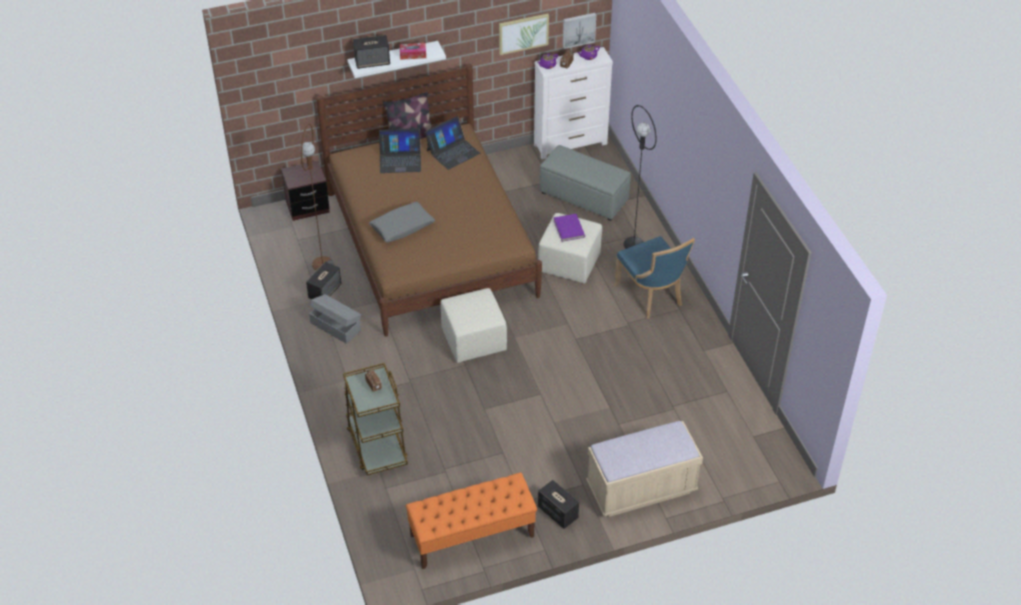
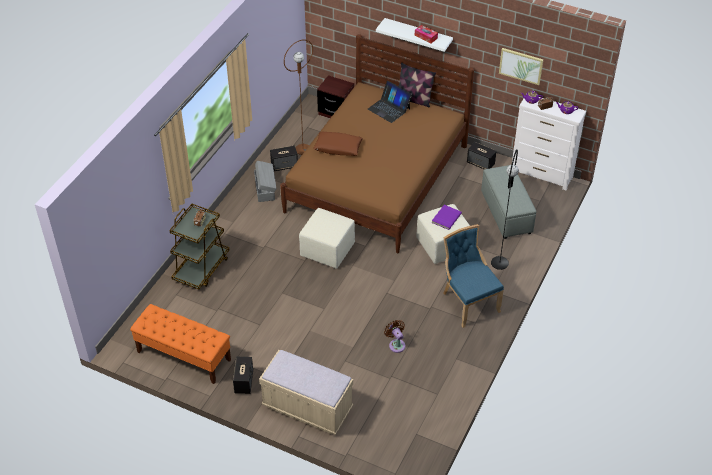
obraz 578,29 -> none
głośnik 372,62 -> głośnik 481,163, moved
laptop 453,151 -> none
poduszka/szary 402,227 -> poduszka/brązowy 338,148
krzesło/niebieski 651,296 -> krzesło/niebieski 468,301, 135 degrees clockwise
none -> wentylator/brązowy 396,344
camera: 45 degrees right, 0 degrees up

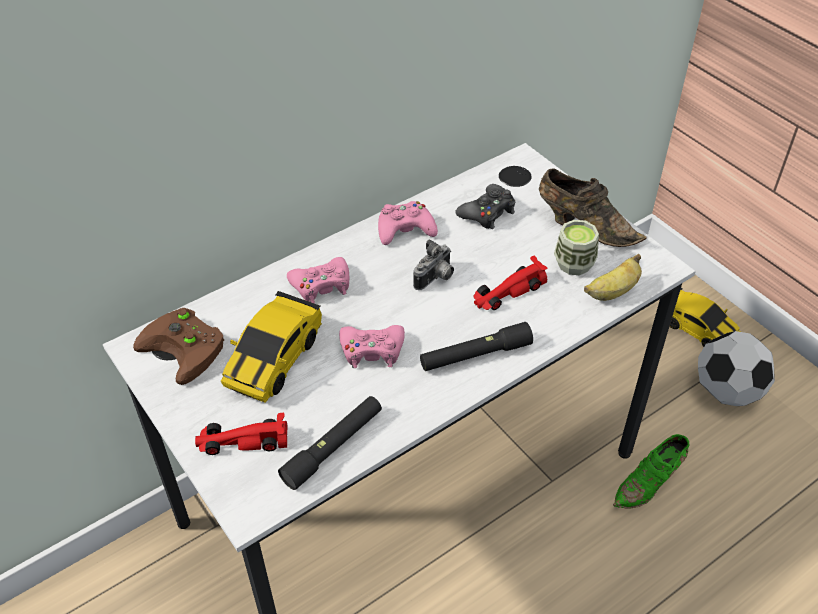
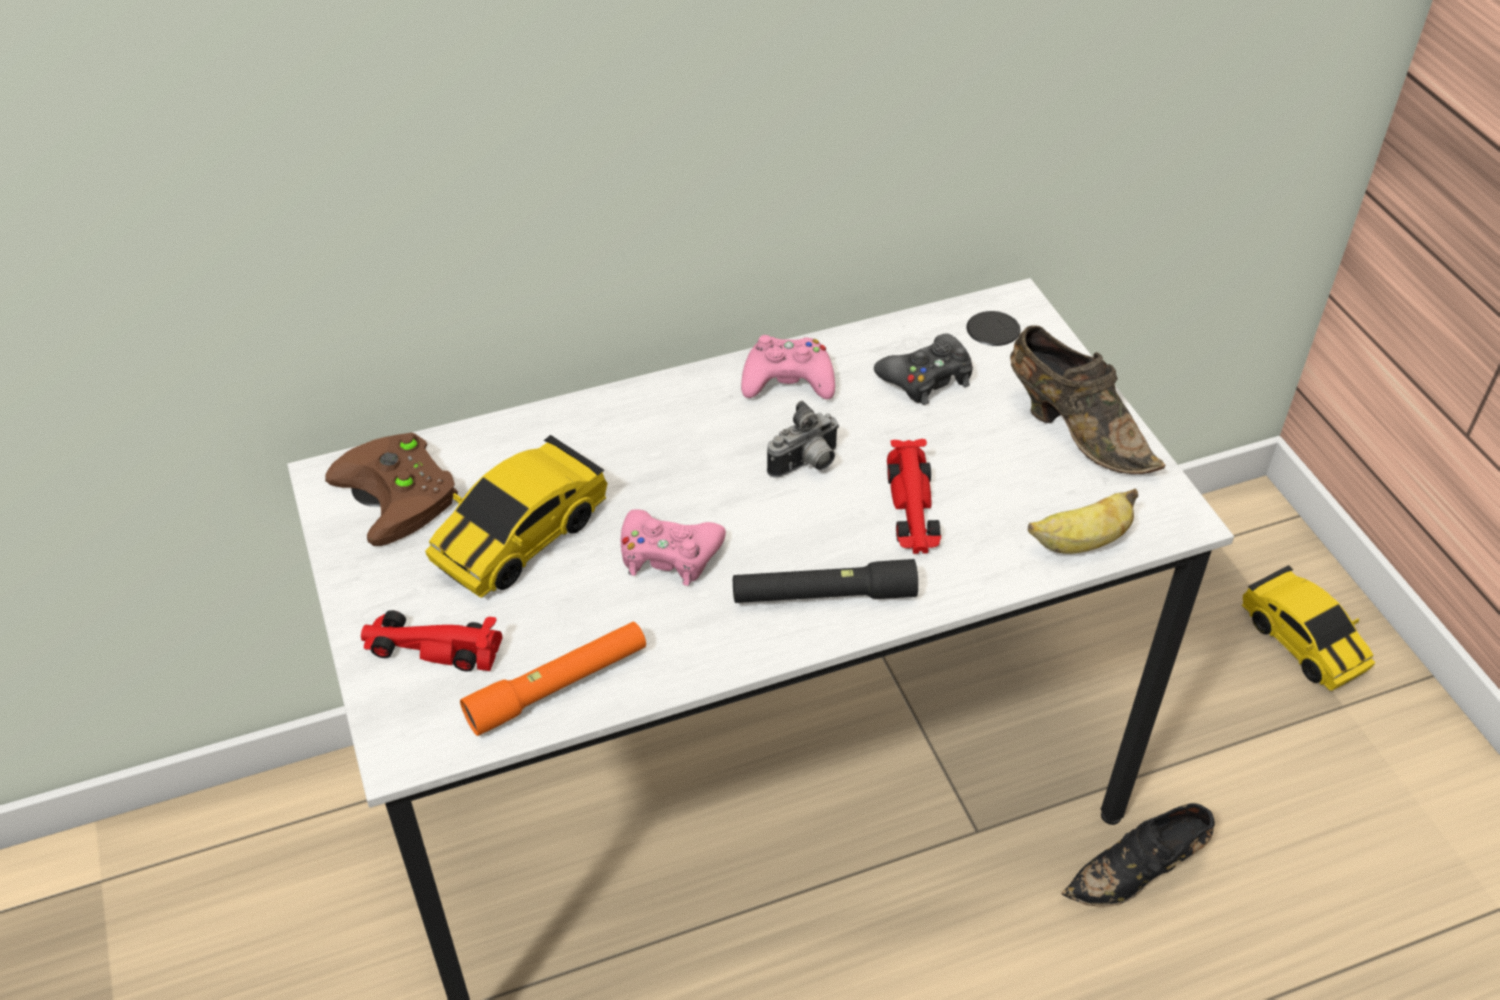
filiżanka 574,264 -> none
samochodzik/czerwony 508,292 -> samochodzik/czerwony 912,508, 75 degrees counterclockwise
pad do gier/różowy 321,285 -> none
piłka futbolowa 726,391 -> none
latarka/czarny 333,447 -> latarka/pomarańczowy 558,686
but/zielony 649,483 -> but/czarny 1137,874
camera: 15 degrees right, 0 degrees up

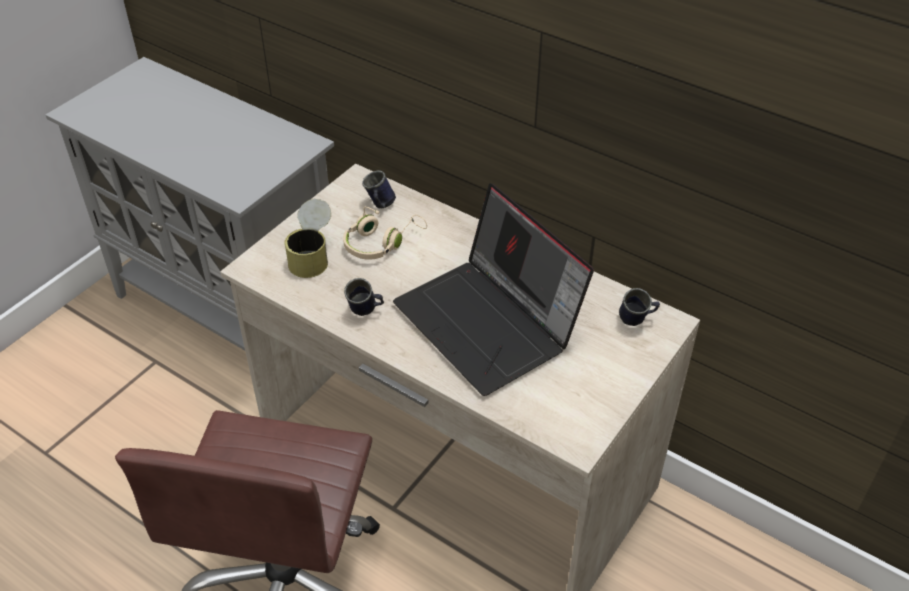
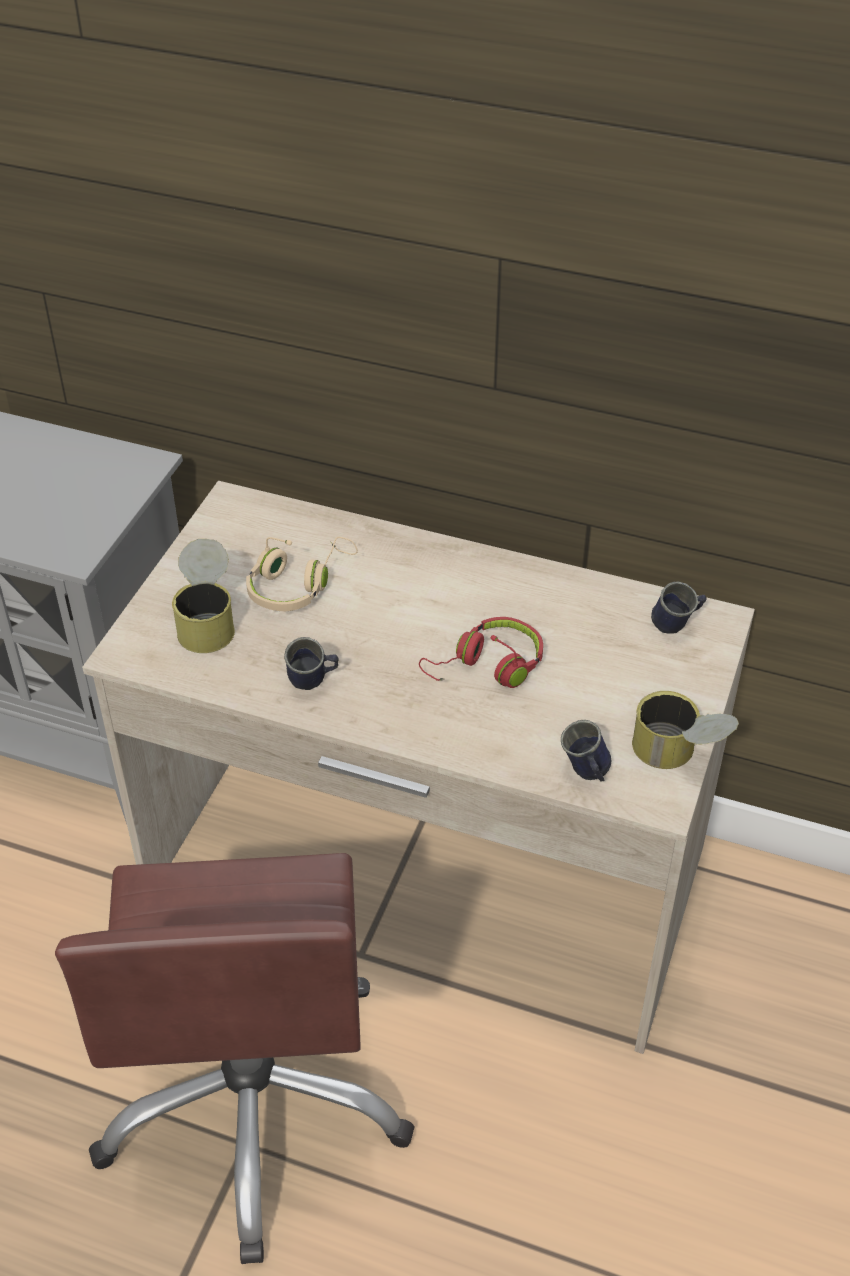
kubek/niebieski 380,206 -> kubek/niebieski 586,775, moved
laptop 490,324 -> słuchawki/czerwony 487,667
none -> puszka 678,755
camera: 15 degrees left, 0 degrees up

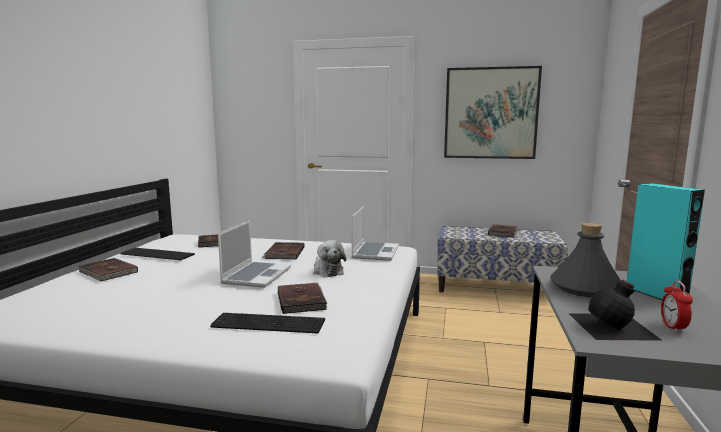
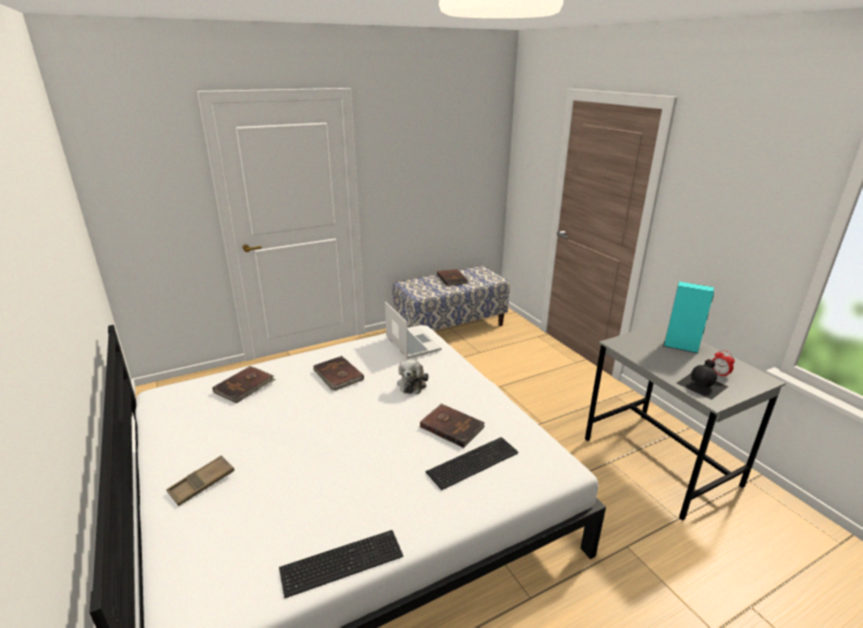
obraz 490,113 -> none
laptop 256,275 -> none
butelka/szary 585,288 -> none
pluszak 327,271 -> pluszak 412,383, 75 degrees clockwise
klawiatura 157,254 -> klawiatura 339,561, moved
książka/brązowy 107,272 -> taca/brązowy 202,483
camera: 40 degrees left, 15 degrees up

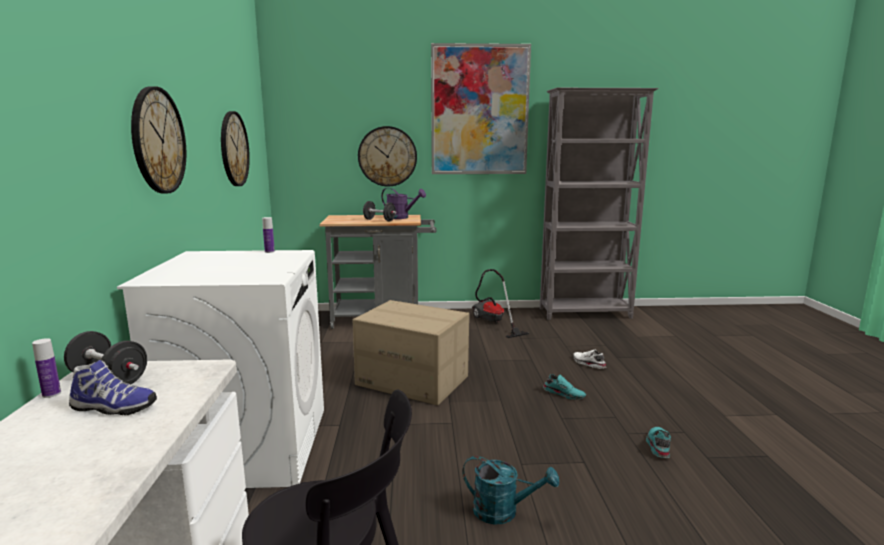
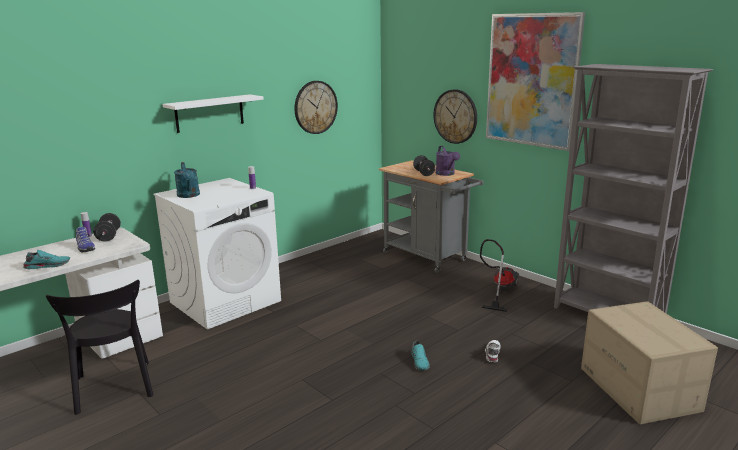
zegar ścienny 158,141 -> półka/biały 209,113
karton 413,380 -> karton 639,389, moved
but/turkusowy 657,446 -> but/turkusowy 48,265, moved
konewka/turkusowy 503,511 -> konewka/turkusowy 189,196, moved
camera: 50 degrees right, 5 degrees up

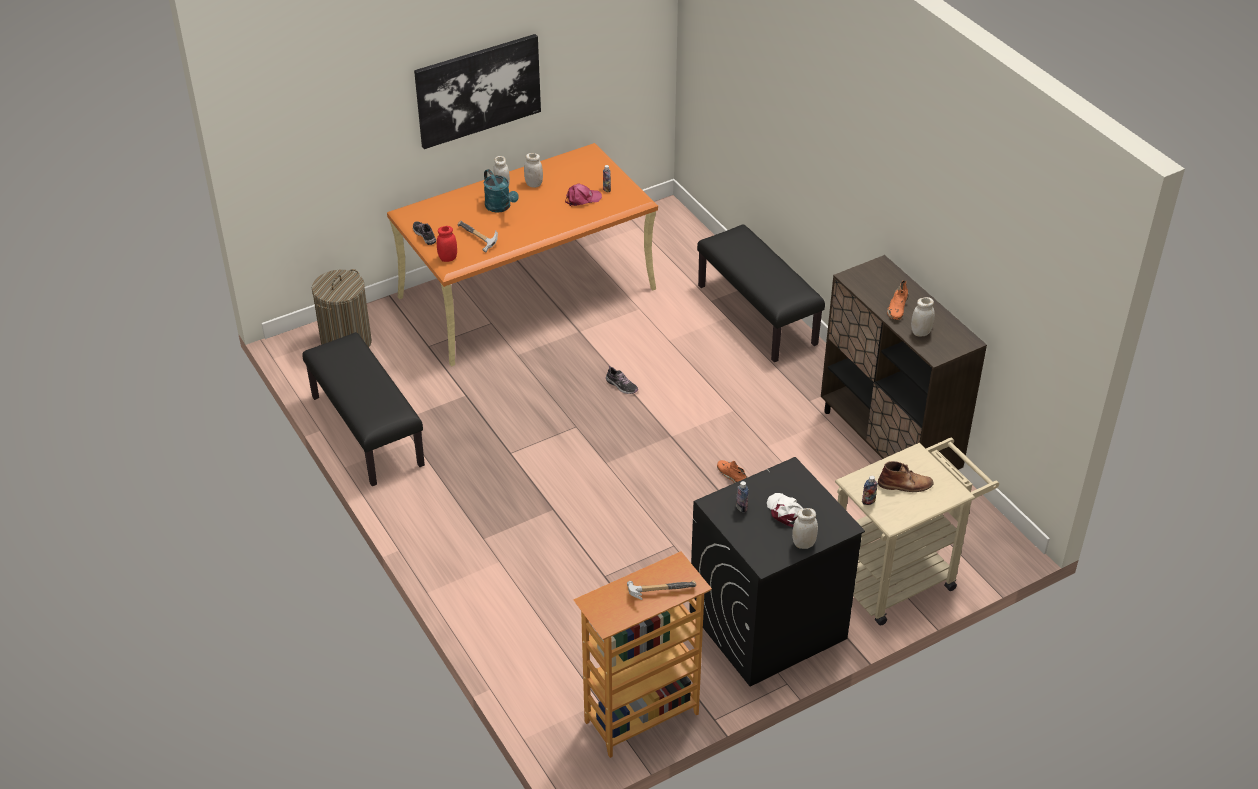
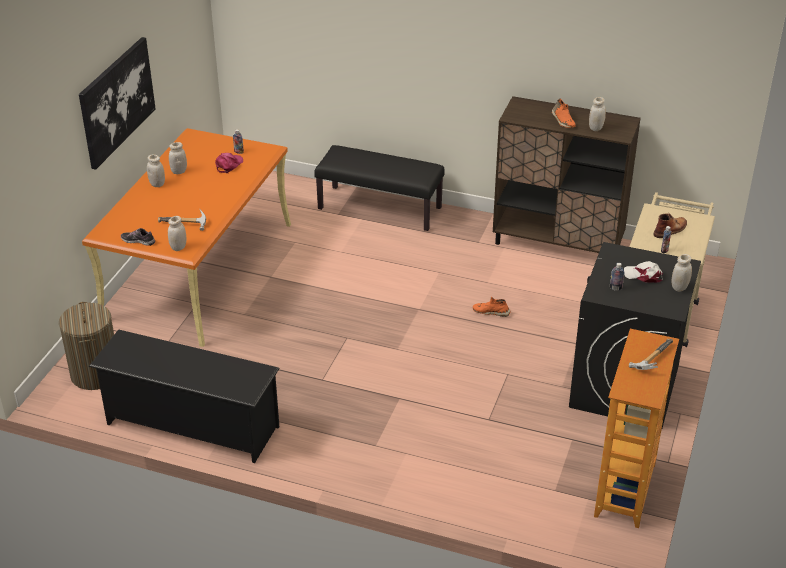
konewka/turkusowy 500,207 -> none
słoik/czerwony 448,258 -> słoik/biały 178,247
ławka/czarny 366,431 -> regał na buty/czarny 191,425
but 621,385 -> none
camera: 40 degrees left, 5 degrees down

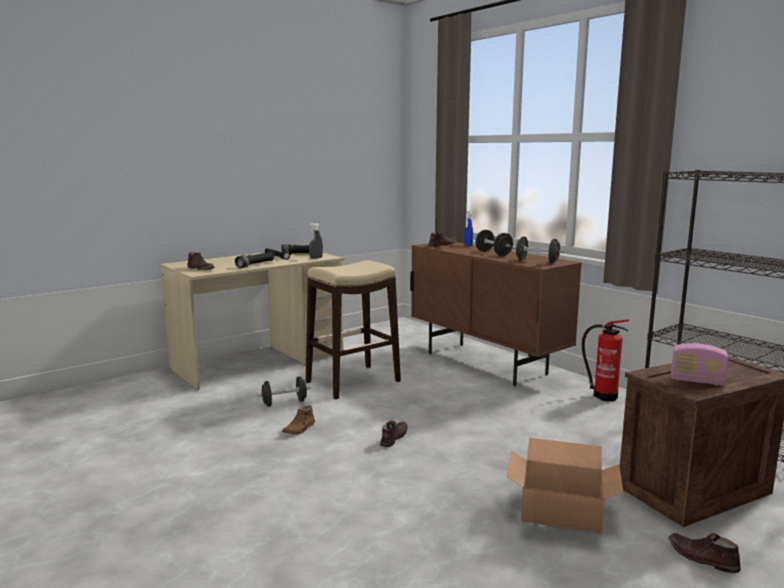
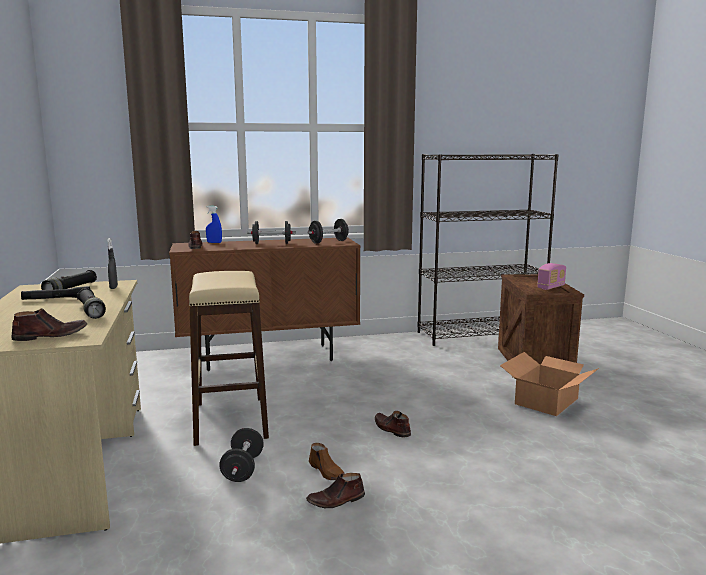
gaśnica 602,396 -> none
but/brązowy 702,558 -> but/brązowy 336,501, moved
camera: 65 degrees left, 0 degrees up

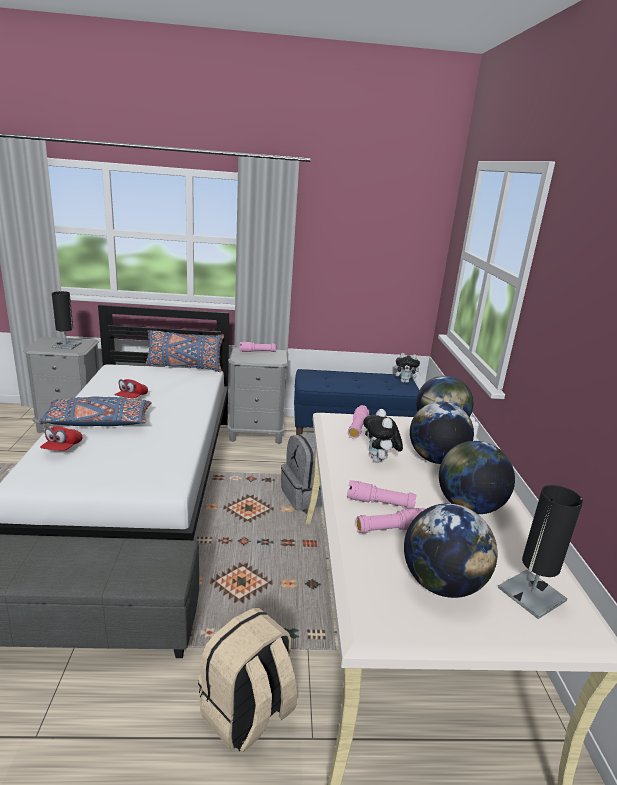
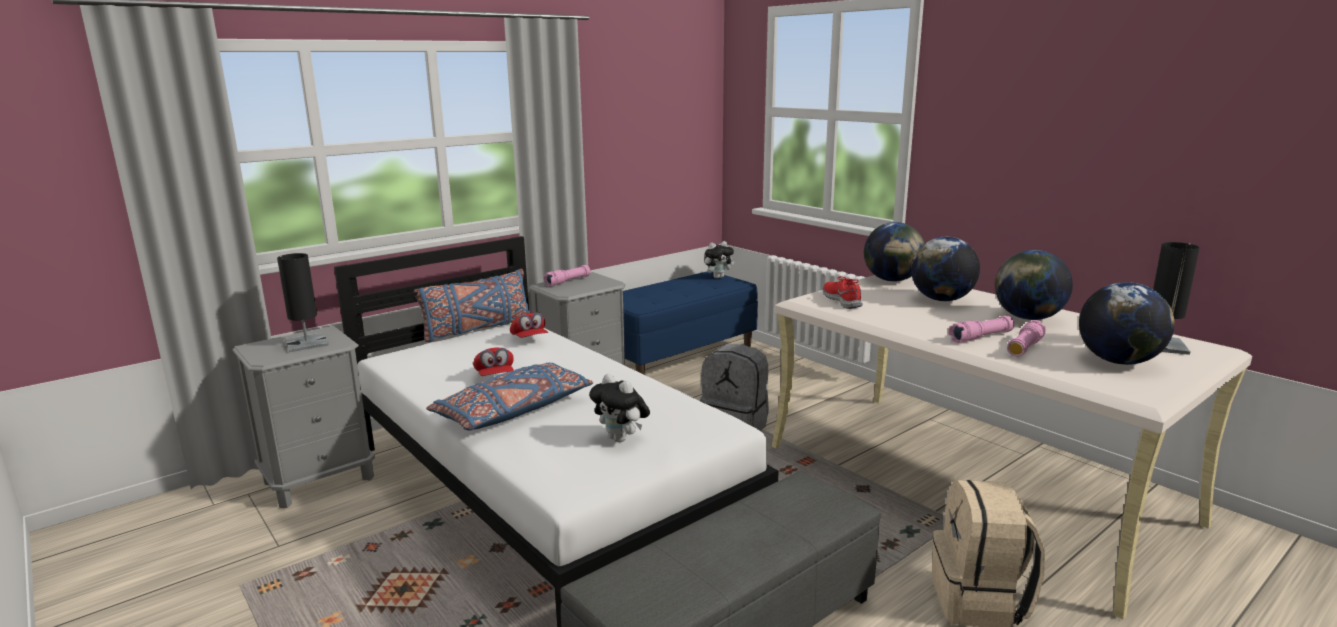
latarka/różowy 357,428 -> but/czerwony 842,300
pluszak 379,460 -> pluszak 621,439, moved
czapka z daszkiem/czerwony 62,448 -> czapka z daszkiem/czerwony 529,339, moved
camera: 35 degrees left, 5 degrees down

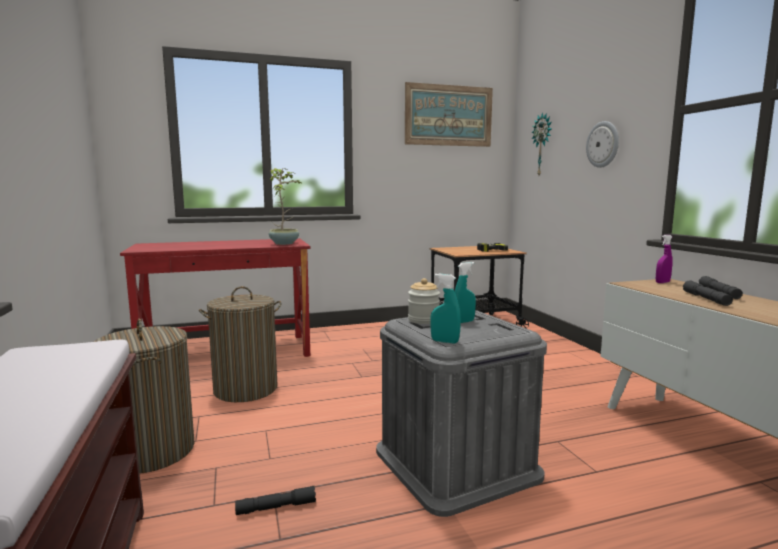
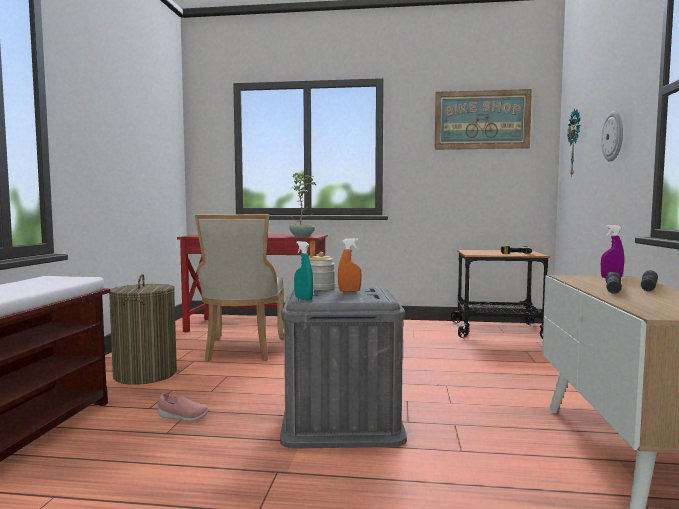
spryskiwacz/turkusowy 463,322 -> spryskiwacz/pomarańczowy 349,291
kosz na pranie 245,389 -> krzesło/beżowy 242,350
latarka/czarny 276,507 -> but/różowy 183,417
camera: 25 degrees right, 5 degrees down

